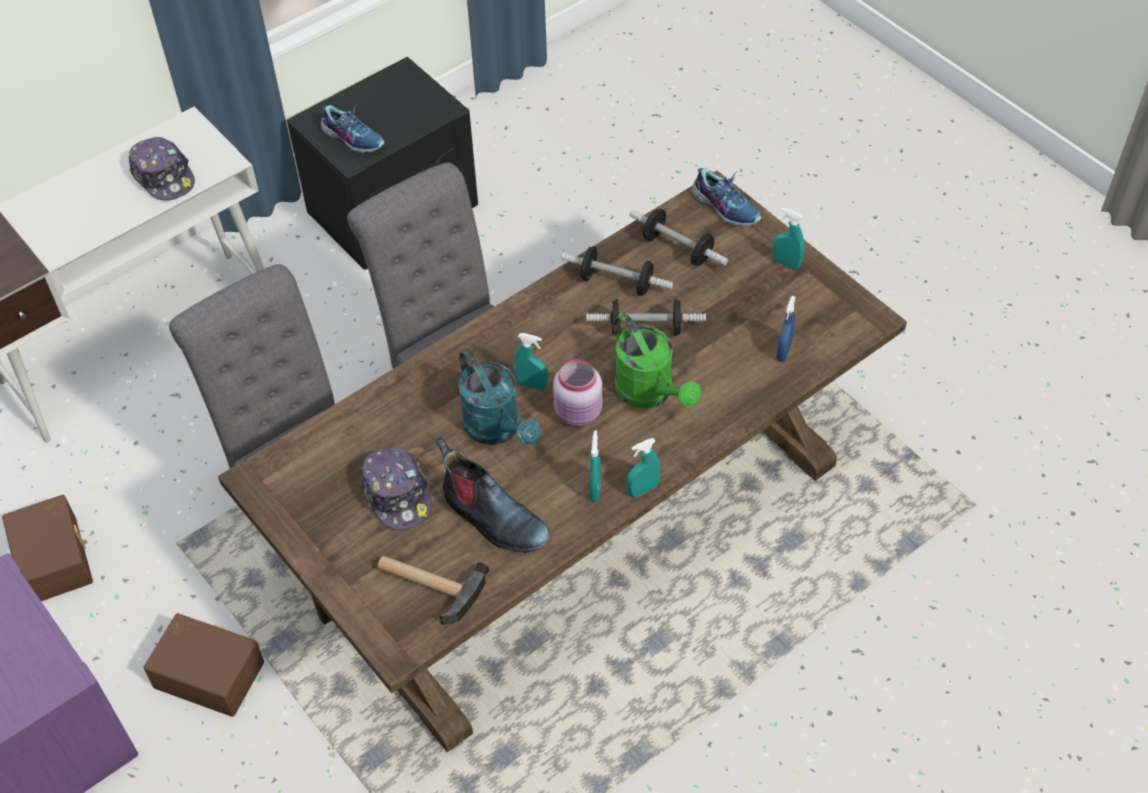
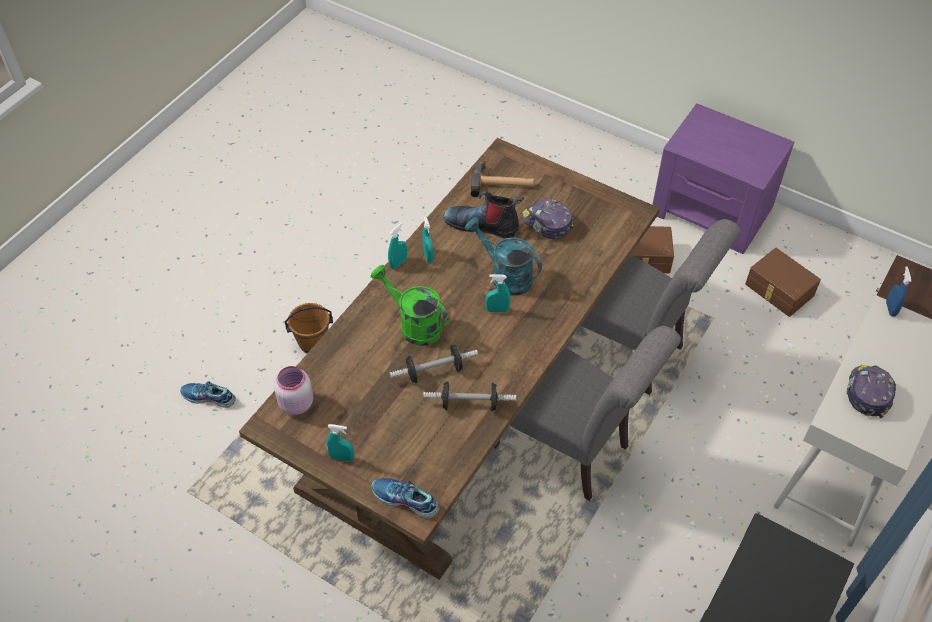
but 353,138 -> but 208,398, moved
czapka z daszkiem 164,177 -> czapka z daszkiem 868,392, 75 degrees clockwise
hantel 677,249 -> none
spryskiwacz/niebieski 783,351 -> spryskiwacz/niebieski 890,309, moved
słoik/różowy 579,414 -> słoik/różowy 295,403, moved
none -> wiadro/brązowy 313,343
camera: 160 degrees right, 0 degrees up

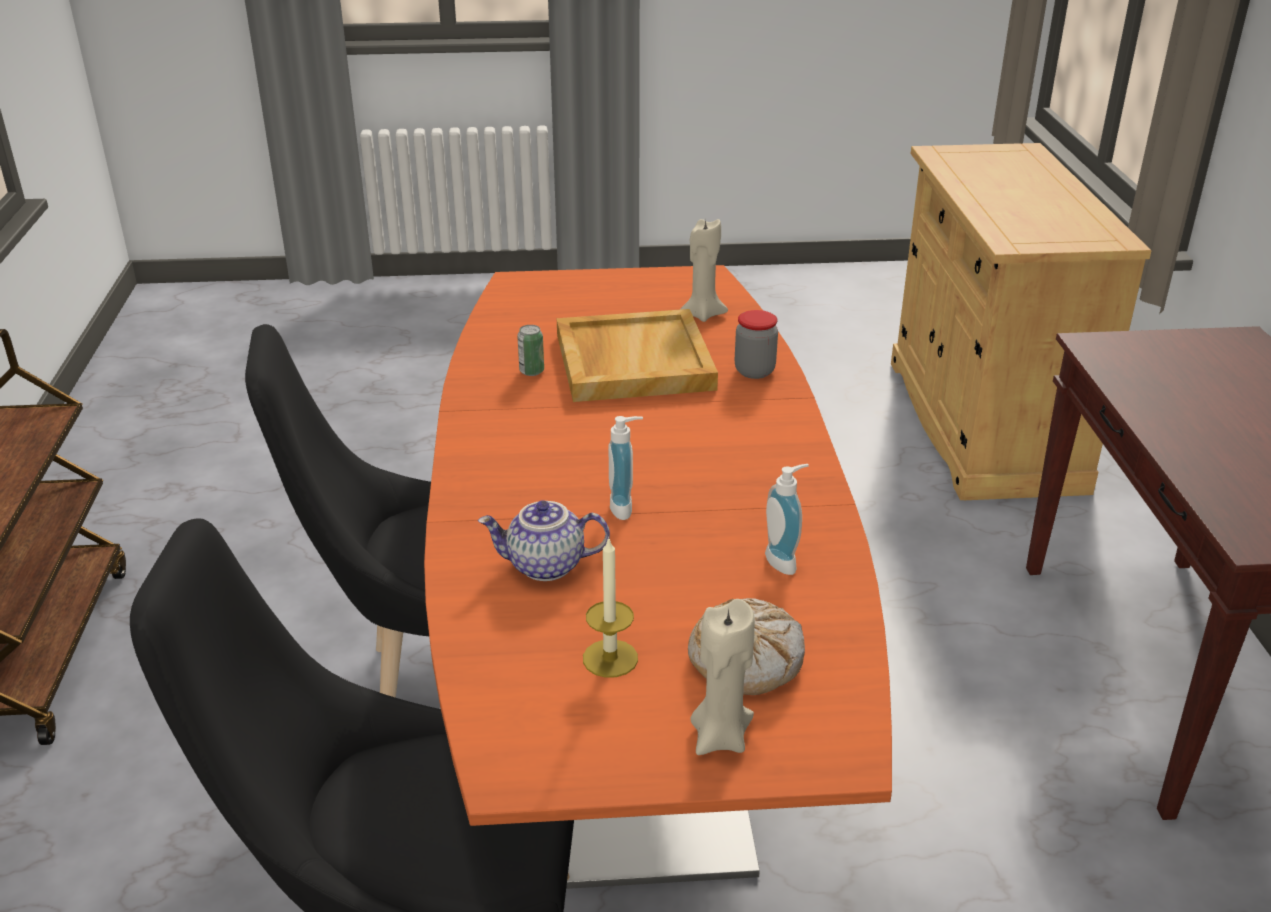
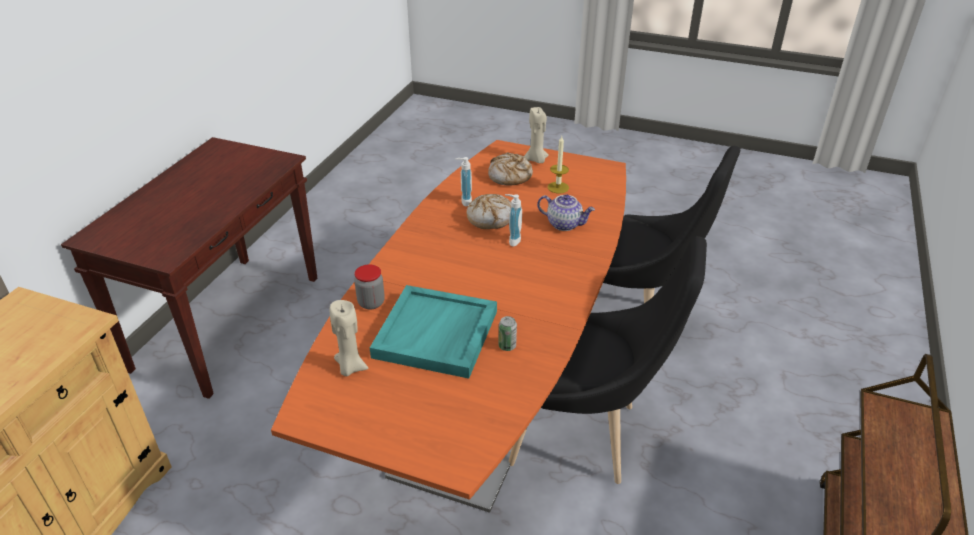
taca/beżowy 632,361 -> taca/turkusowy 436,335
none -> chleb 490,218
camera: 155 degrees left, 5 degrees up

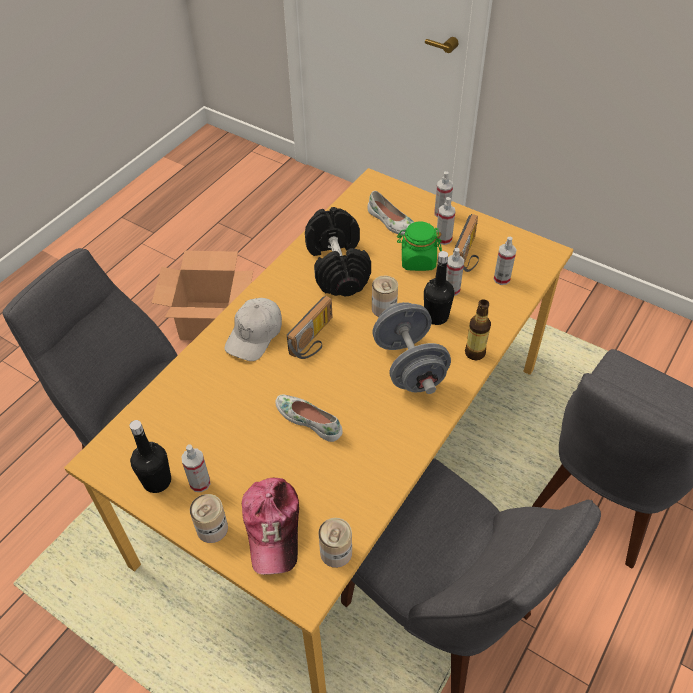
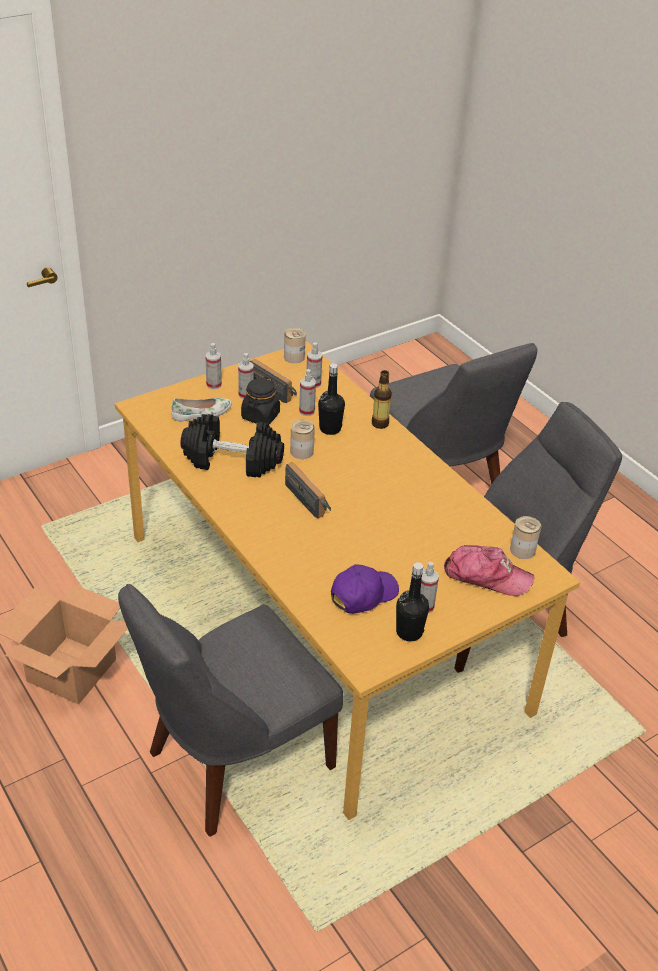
słoik/zielony 418,260 -> słoik/czarny 260,416
czapka z daszkiem/biały 255,335 -> none
hantel/szary 409,366 -> none
but/biały 309,420 -> none
puszka 212,528 -> puszka 294,357, moved
none -> czapka z daszkiem/fioletowy 363,595
camera: 70 degrees left, 10 degrees down

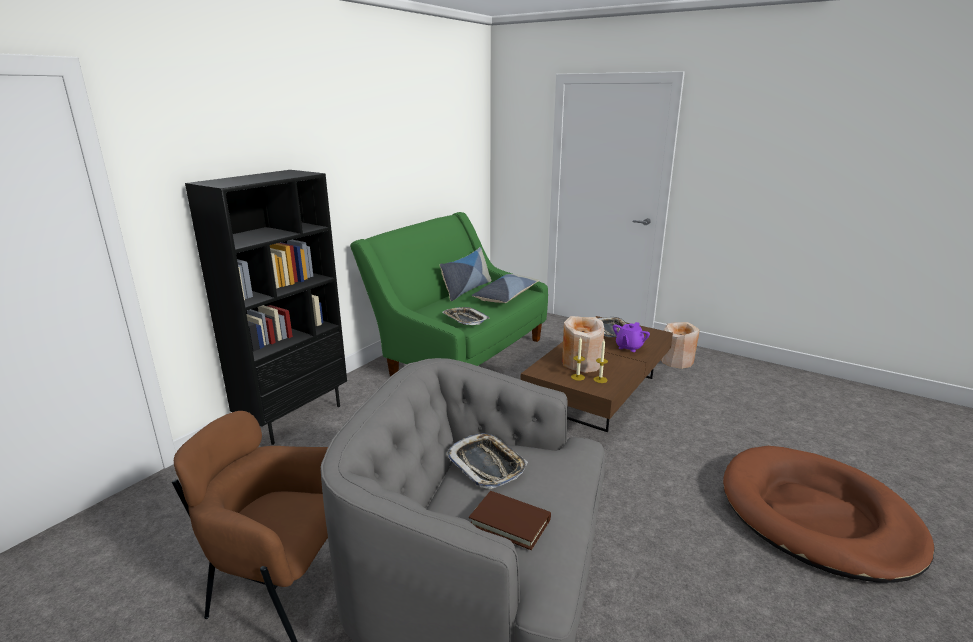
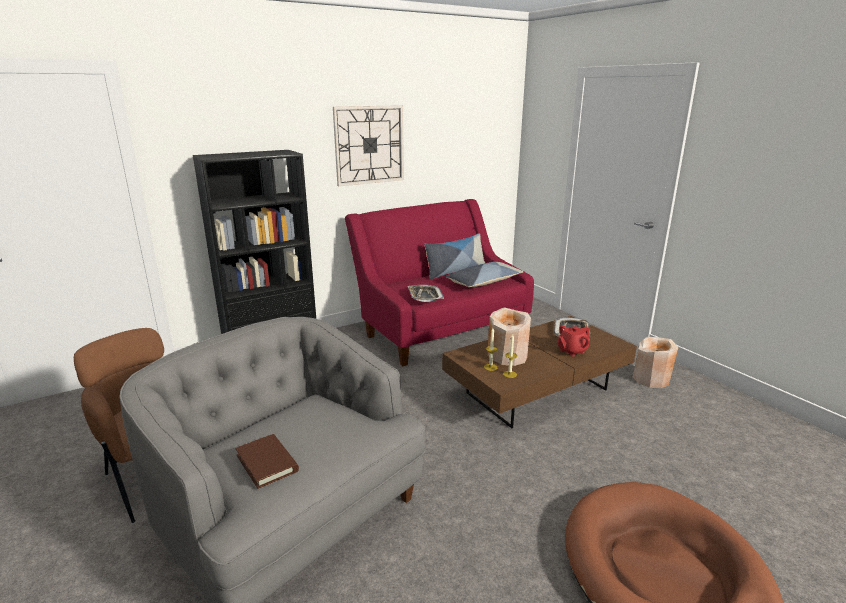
kanapa/zielony 460,354 -> kanapa/czerwony 440,330
imbryk/fioletowy 629,347 -> imbryk/czerwony 571,351
taca 487,465 -> none
none -> zegar ścienny 369,145
camera: 25 degrees right, 0 degrees up

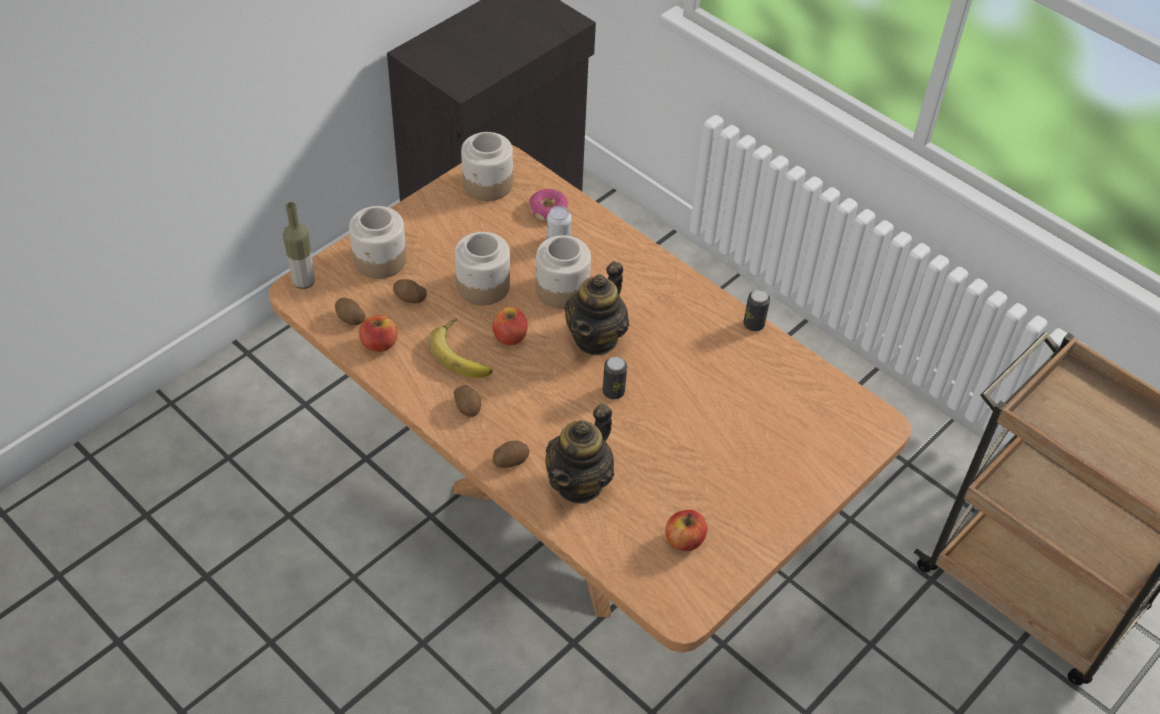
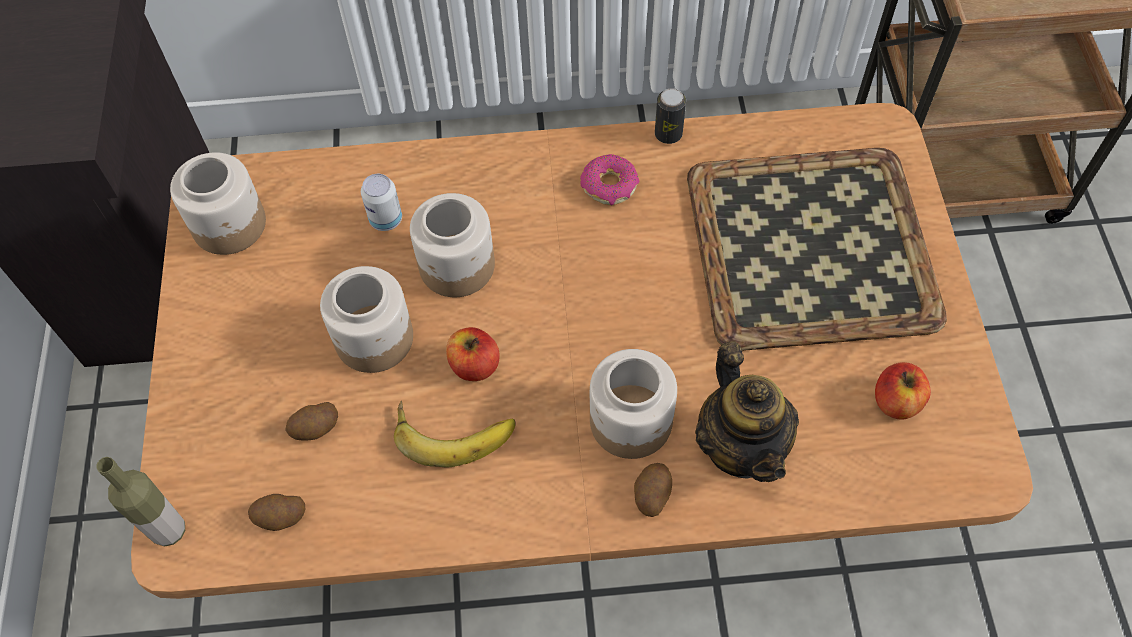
donut 548,210 -> donut 609,186, moved
słoik 380,260 -> słoik 632,421, moved
imbryk 596,338 -> none
jabłko 379,344 -> none
puszka 613,391 -> none
ziemniak 468,407 -> none
none -> taca 813,248
camera: 45 degrees left, 10 degrees up

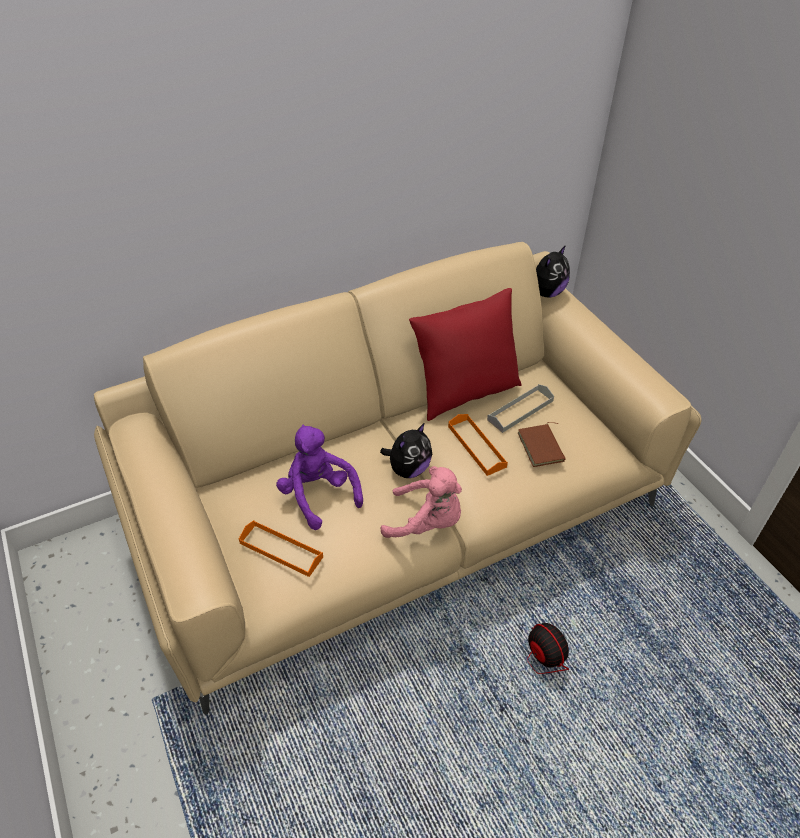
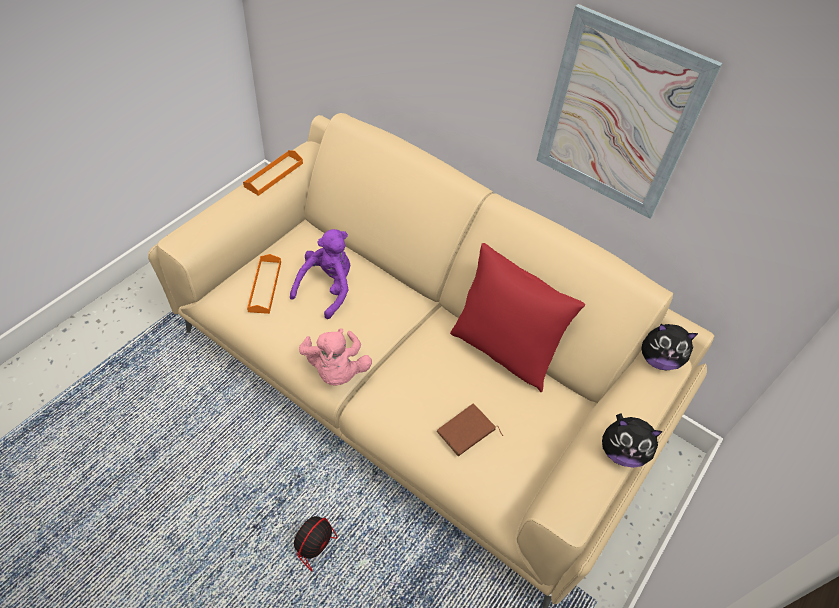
taca/szary 520,410 -> none
taca/pomarańczowy 476,446 -> taca/pomarańczowy 274,175, moved
pluszak 408,469 -> pluszak 621,452, moved
none -> obraz 617,117
camera: 60 degrees right, 5 degrees up

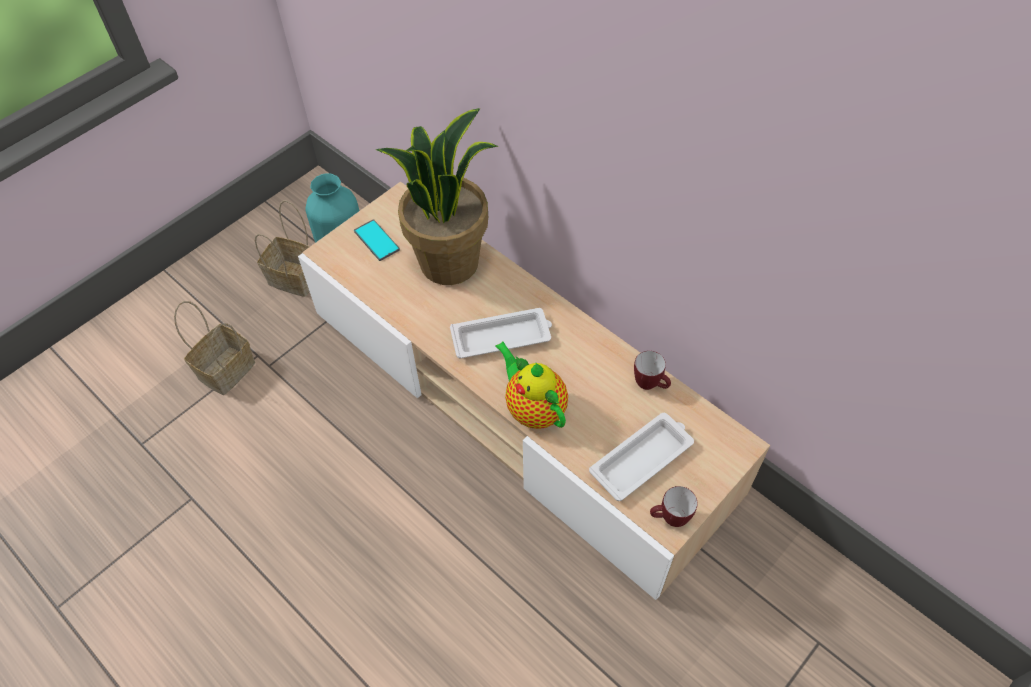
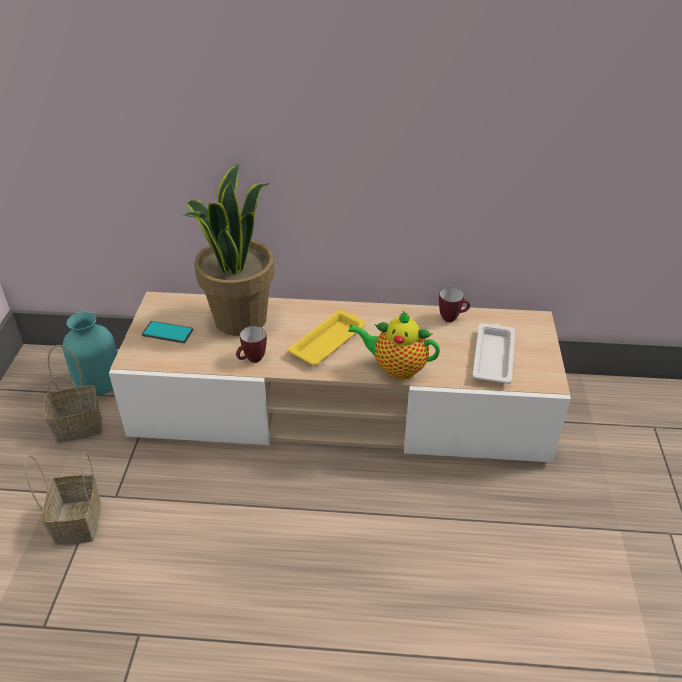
taca/biały 502,337 -> taca/żółty 329,341
kubek 669,519 -> kubek 252,360, moved
camera: 40 degrees left, 15 degrees down

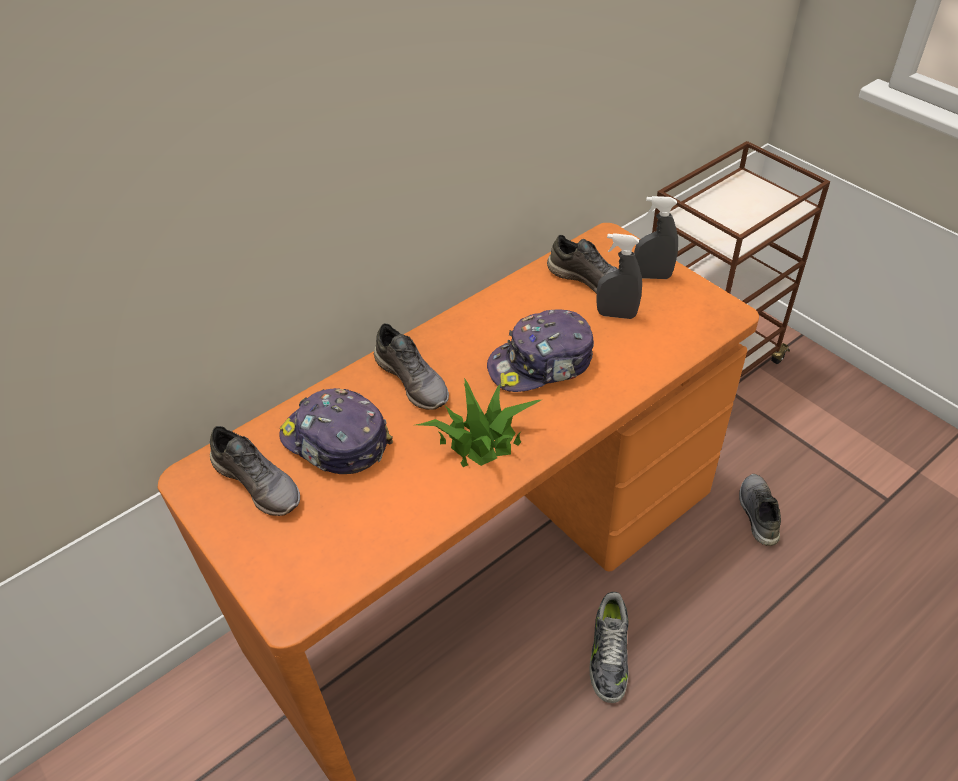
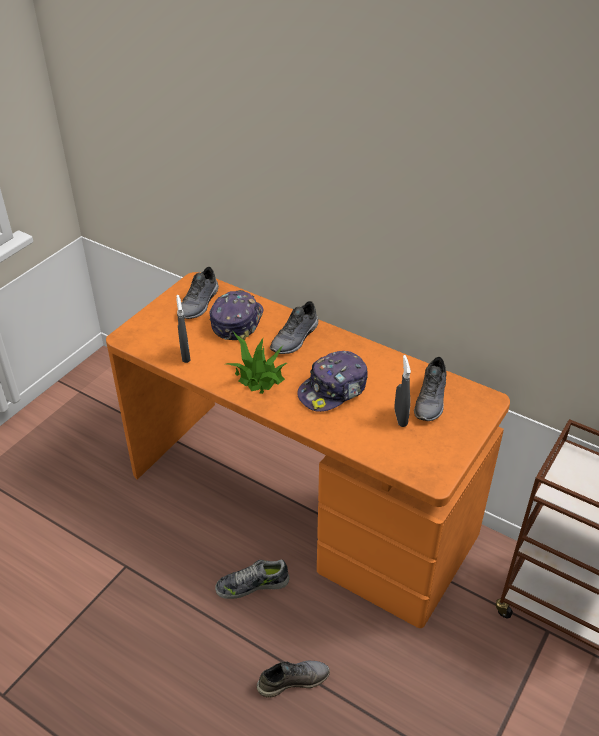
spryskiwacz/szary 652,276 -> spryskiwacz/szary 185,355, moved
czapka z daszkiem 542,364 -> czapka z daszkiem 333,390, 90 degrees counterclockwise
but/szary 757,513 -> but/szary 293,680, moved
camera: 70 degrees right, 5 degrees down

